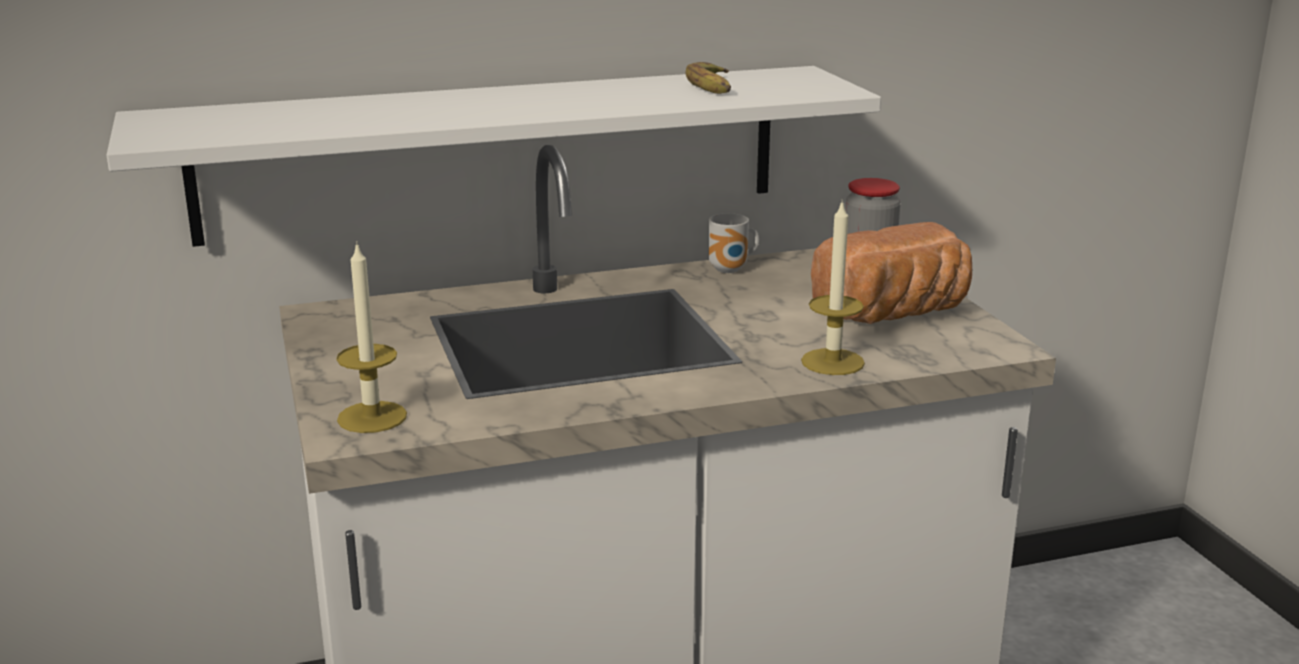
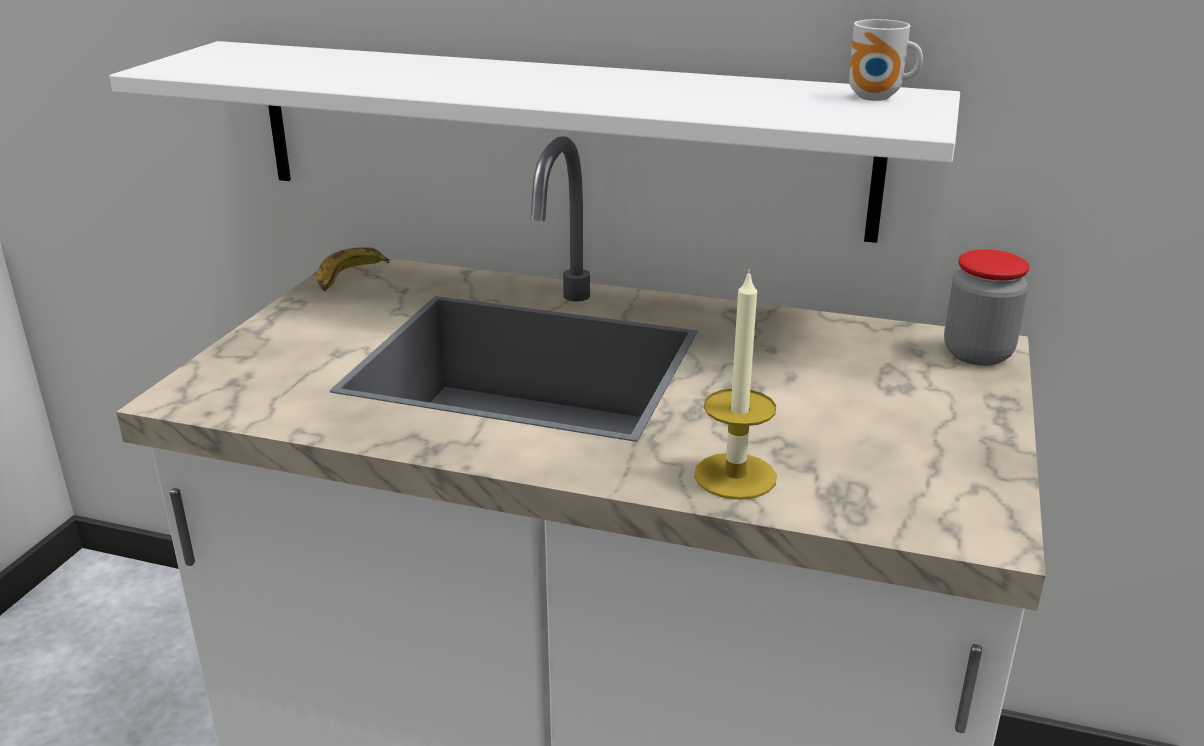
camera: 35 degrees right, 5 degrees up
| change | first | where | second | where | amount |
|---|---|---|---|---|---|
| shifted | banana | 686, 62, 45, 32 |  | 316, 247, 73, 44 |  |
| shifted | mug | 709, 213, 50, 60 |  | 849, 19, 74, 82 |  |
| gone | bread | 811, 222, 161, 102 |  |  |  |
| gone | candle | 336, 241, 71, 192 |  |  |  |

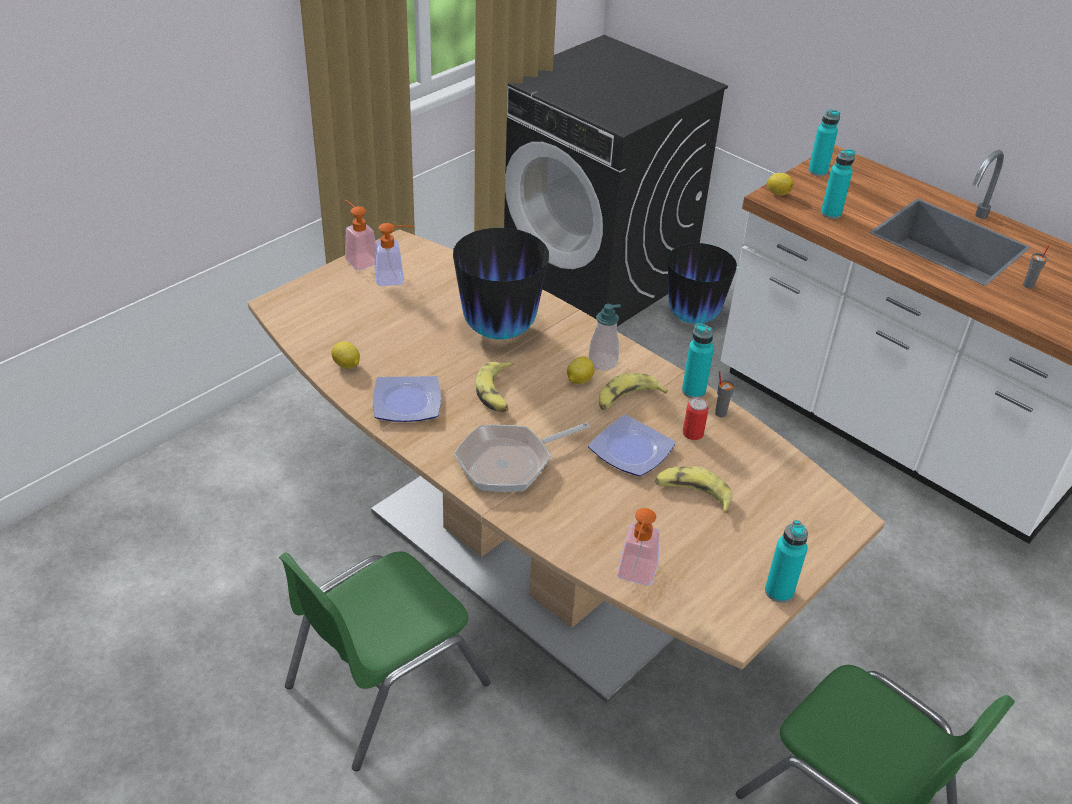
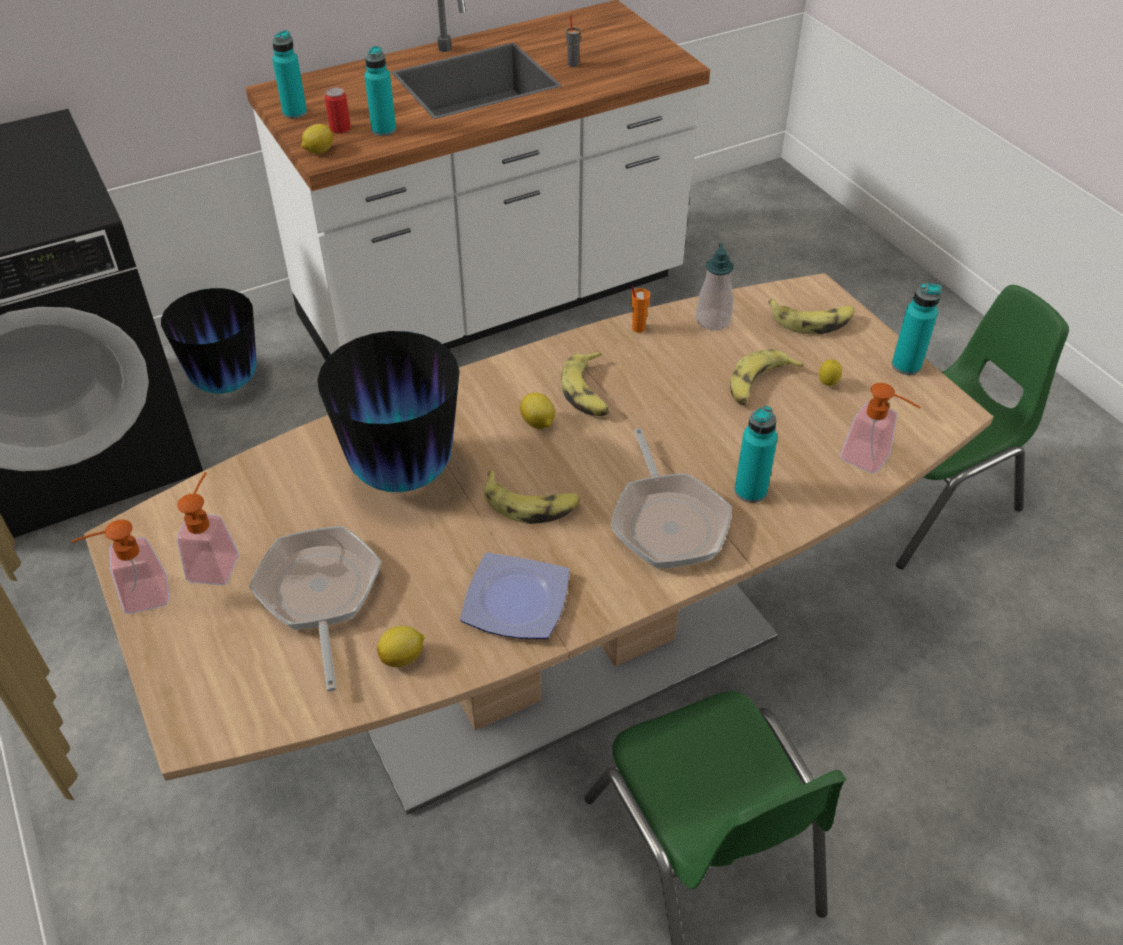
camera: 70 degrees left, 5 degrees up
| change | first | where | second | where | amount |
|---|---|---|---|---|---|
| shifted | soap dispenser | 589, 304, 32, 66 |  | 696, 243, 38, 88 |  |
| shifted | turquoise bottle | 682, 323, 32, 76 |  | 734, 406, 44, 97 |  |
| repainted | grey cup | 715, 371, 20, 46 | orange cup | 631, 286, 19, 47 |  |
| shifted | can | 683, 397, 26, 43 |  | 325, 87, 26, 46 |  |
| gone | plate | 588, 414, 88, 62 |  |  |  |
| new |  |  | banana | 768, 299, 86, 36 |  |
| new |  |  | lemon | 819, 359, 23, 27 |  |
| new |  |  | frying pan | 249, 526, 133, 166 |  |

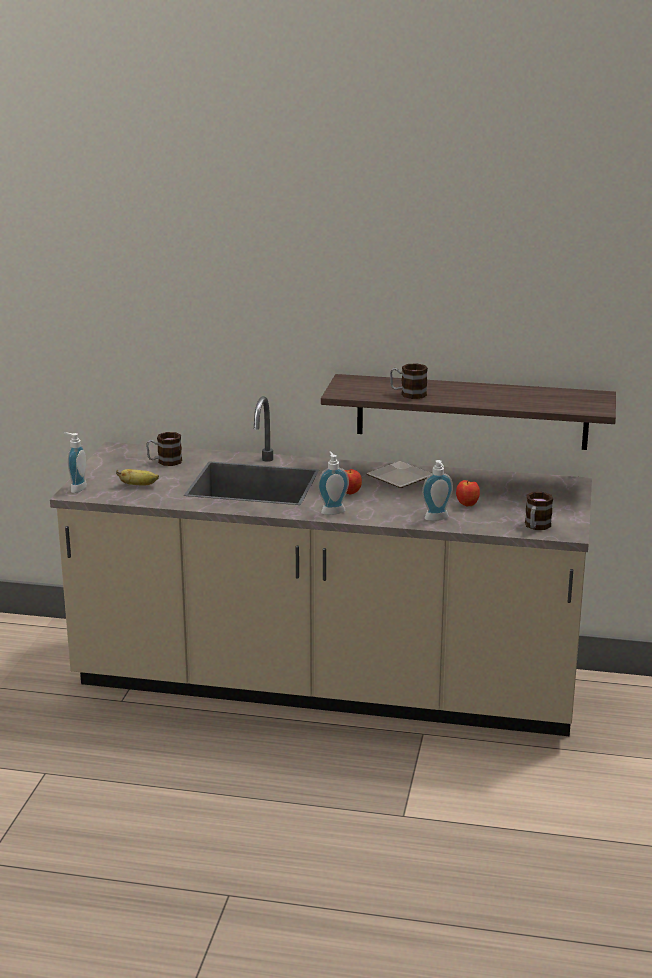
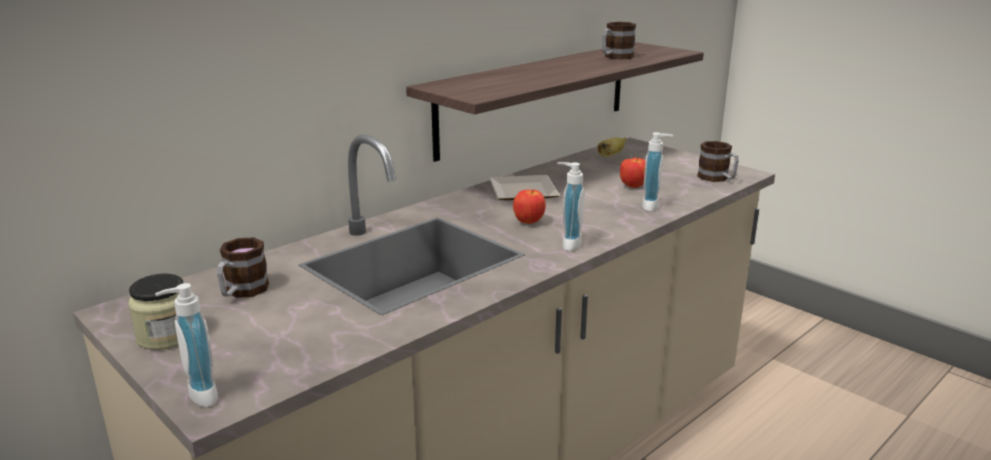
camera: 55 degrees left, 0 degrees up
| change | first | where | second | where | amount |
|---|---|---|---|---|---|
| shifted | mug | 390, 363, 38, 36 |  | 602, 22, 34, 38 |  |
| shifted | banana | 116, 469, 43, 17 |  | 597, 137, 29, 20 |  |
| new |  |  | jar | 128, 274, 56, 76 |  |

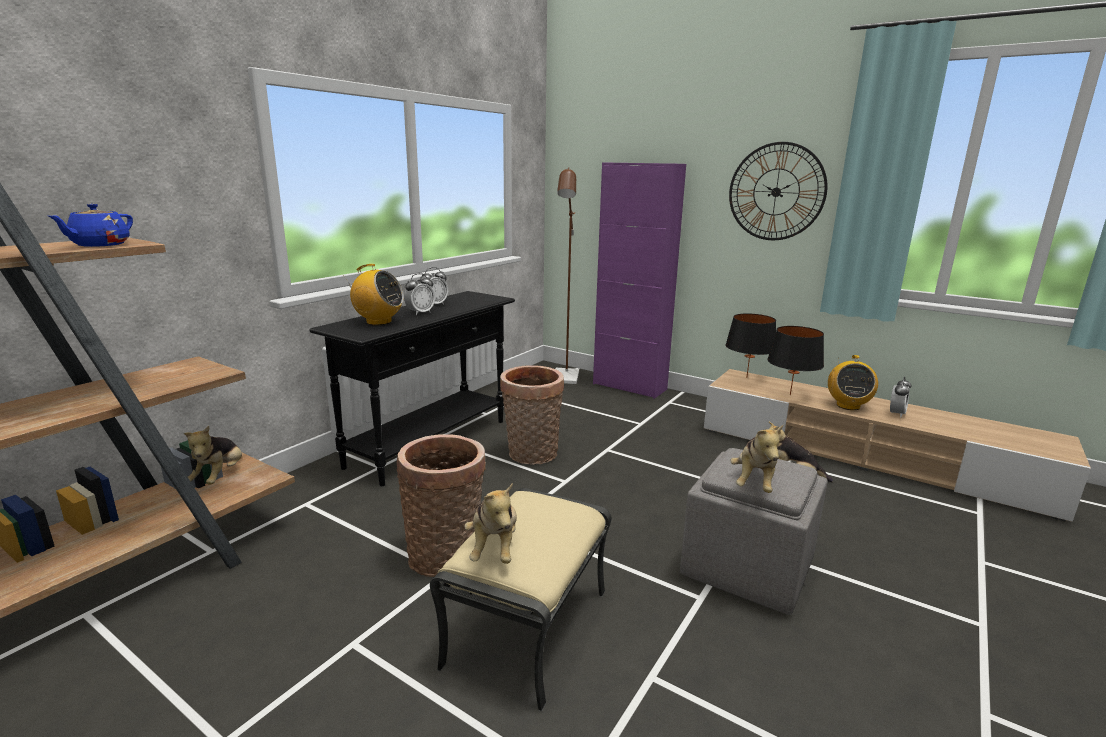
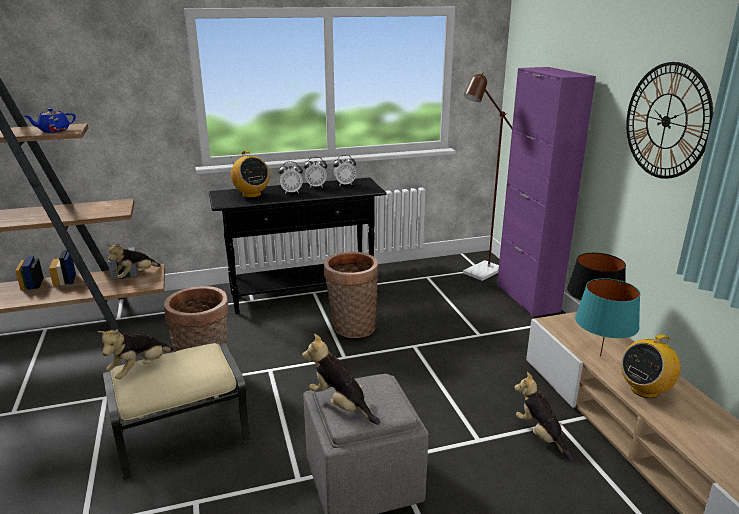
camera: 40 degrees right, 5 degrees up
| change | first | where | second | where | amount |
|---|---|---|---|---|---|
| repainted | black table lamp | 767, 326, 57, 69 | turquoise table lamp | 575, 278, 65, 78 |  |
| shifted | alarm clock | 890, 377, 21, 41 |  | 333, 155, 23, 31 |  |
| rotated | plush toy | 730, 425, 53, 68 |  | 302, 334, 78, 91 | 75 degrees clockwise |

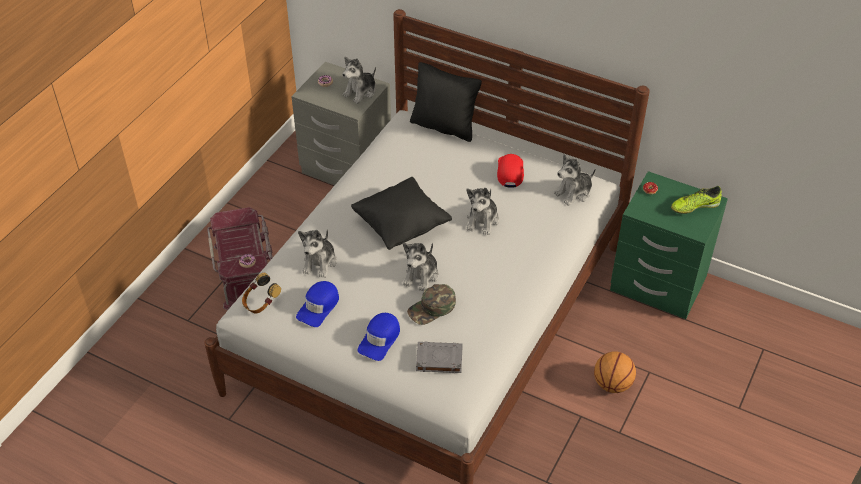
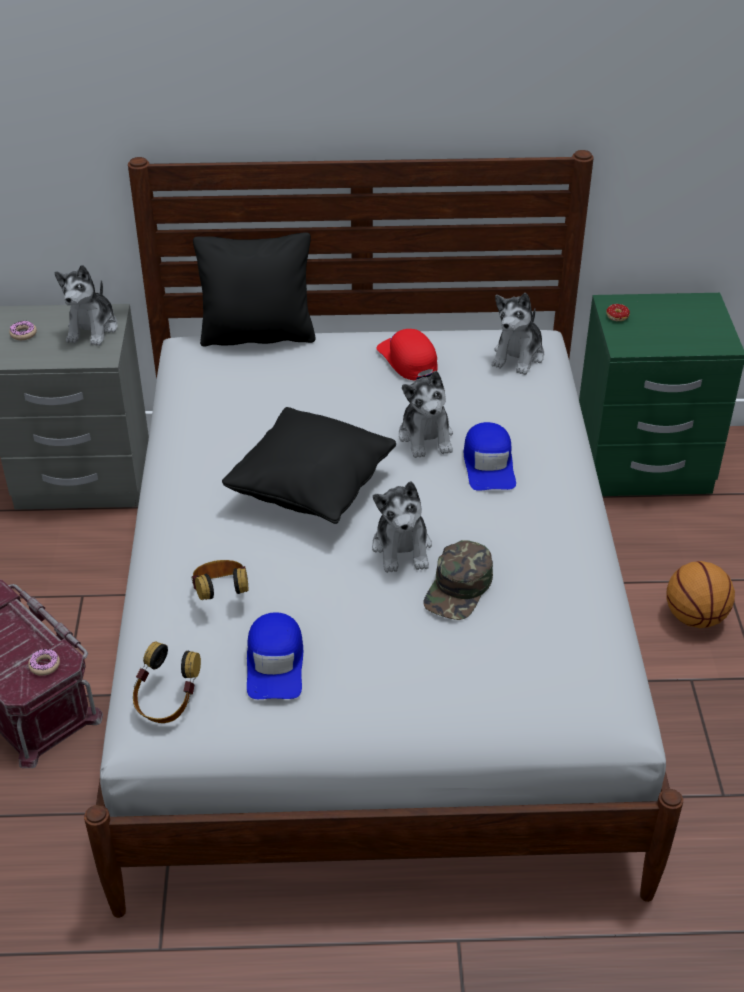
camera: 30 degrees left, 5 degrees down
| change | first | where | second | where | amount |
|---|---|---|---|---|---|
| gone | shoe | 671, 186, 51, 28 |  |  |  |
| swapped | plush toy | 298, 229, 39, 49 | headphones | 192, 560, 56, 40 |  |
| shifted | blue cap | 358, 313, 42, 48 |  | 464, 422, 52, 69 |  |
| gone | grey book | 416, 341, 47, 32 |  |  |  |

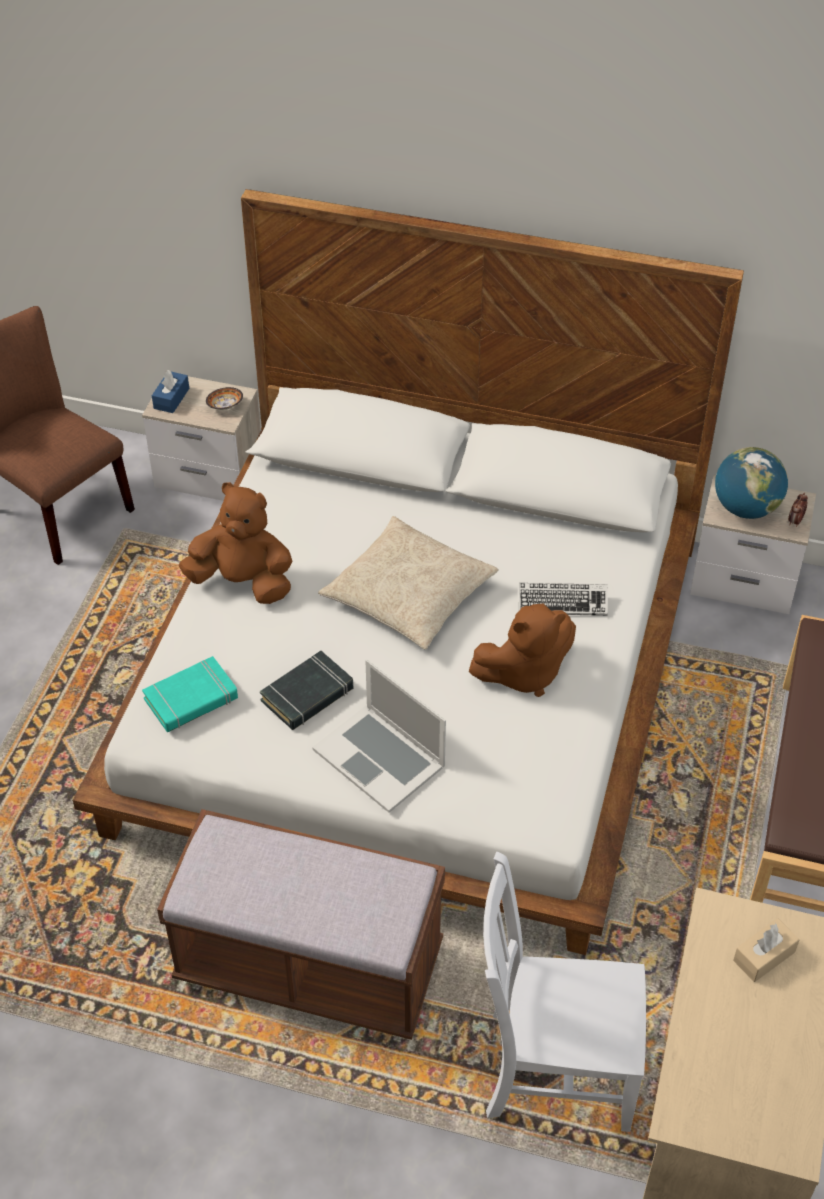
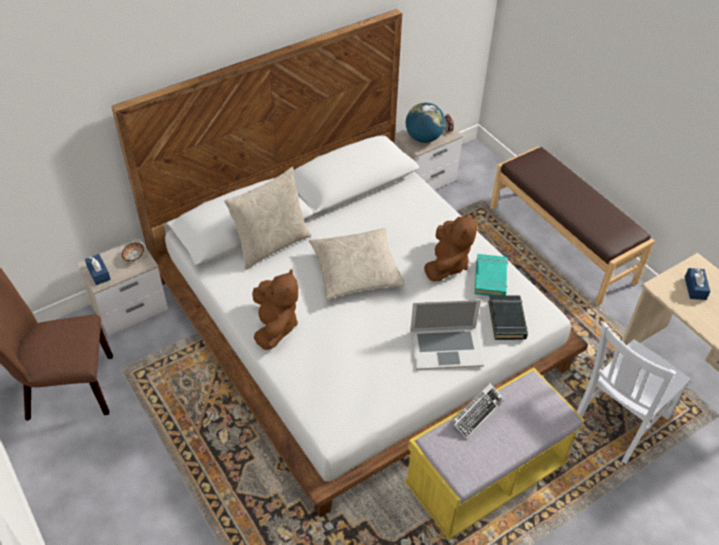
camera: 50 degrees left, 0 degrees up
| change | first | where | second | where | amount |
|---|---|---|---|---|---|
| rotated | brown plush toy | 178, 482, 114, 122 |  | 252, 269, 46, 81 | 120 degrees clockwise |
| shifted | keyboard | 519, 583, 89, 33 |  | 450, 383, 55, 57 |  |
| shifted | black book | 260, 651, 93, 79 |  | 489, 296, 39, 44 |  |
| shifted | turquoise book | 142, 656, 96, 76 |  | 475, 254, 33, 42 |  |
| repainted | brown bench | 157, 809, 288, 231 | yellow bench | 404, 367, 181, 173 |  |
| repainted | beige tissue box | 733, 918, 66, 64 | blue tissue box | 685, 268, 25, 32 |  |
| new |  |  | beige pillow | 224, 167, 87, 103 |  |

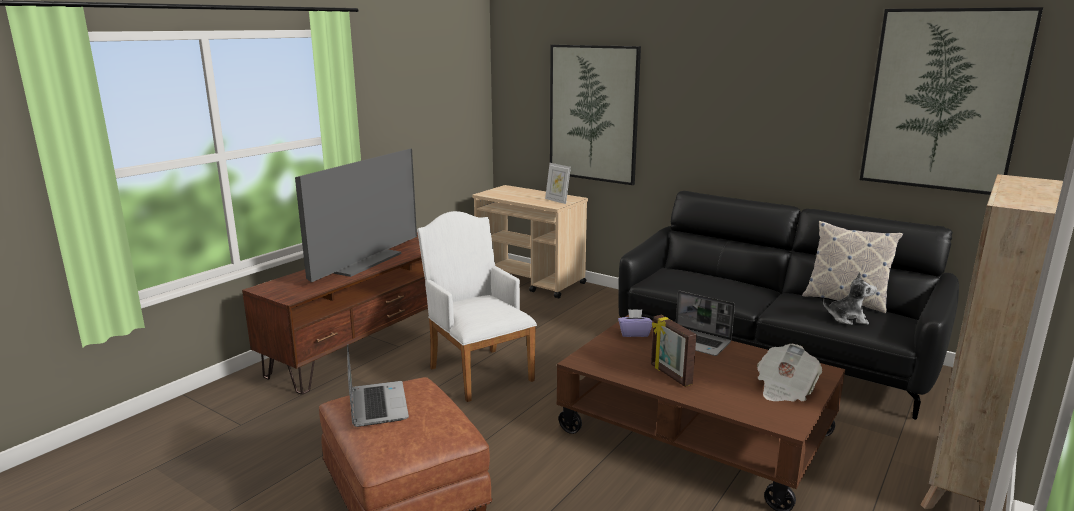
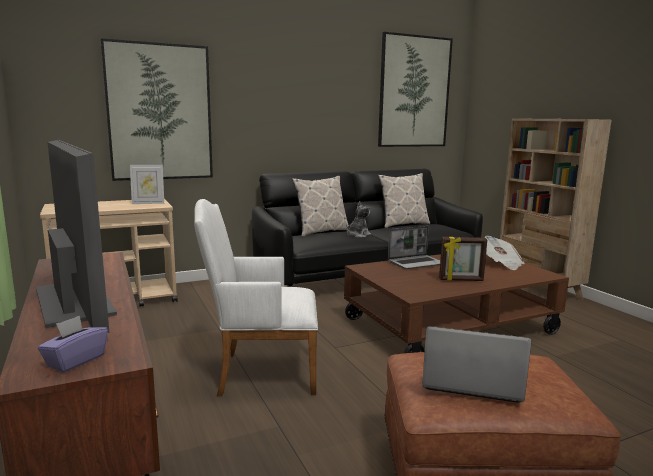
camera: 60 degrees left, 5 degrees down
| change | first | where | second | where | amount |
|---|---|---|---|---|---|
| shifted | plush toy | 823, 272, 54, 53 |  | 346, 201, 25, 37 |  |
| shifted | purple tissue box | 618, 309, 35, 28 |  | 38, 315, 70, 58 |  |
| new |  |  | pillow | 292, 176, 57, 61 |  |

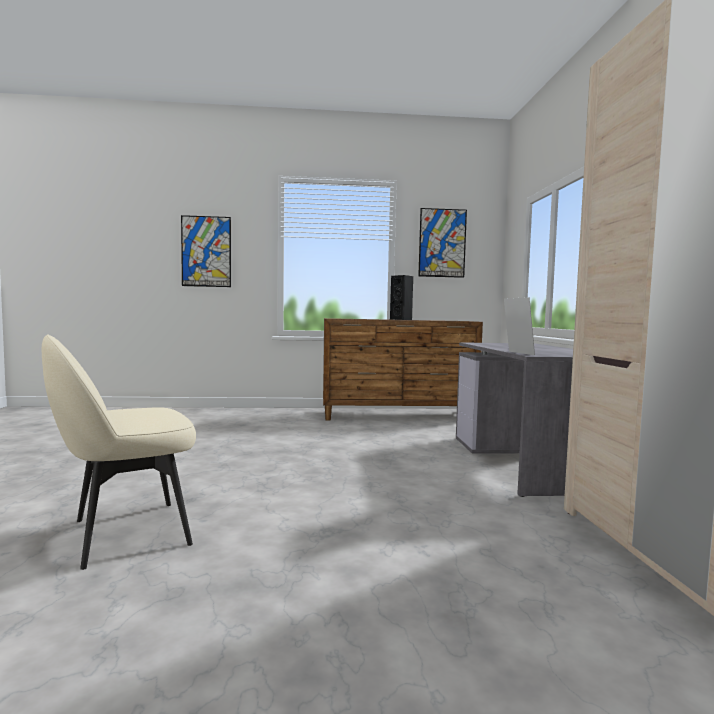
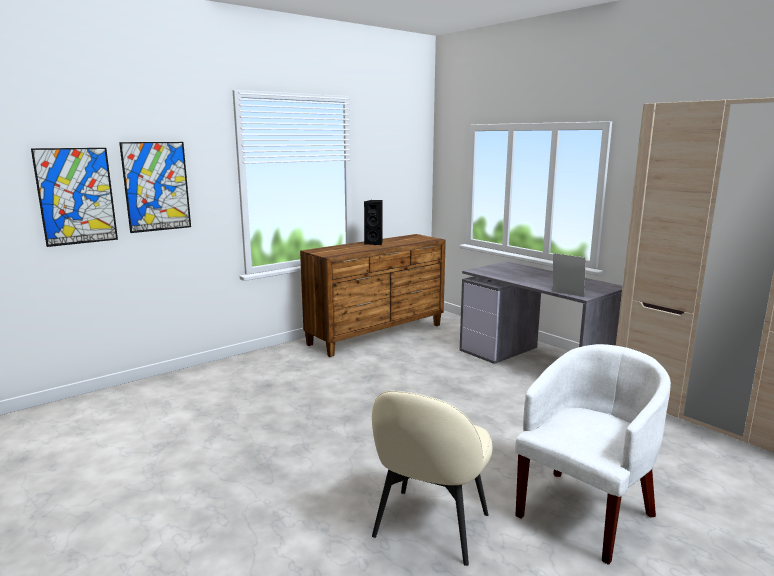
camera: 35 degrees left, 10 degrees up
| change | first | where | second | where | amount |
|---|---|---|---|---|---|
| shifted | picture | 418, 208, 49, 70 |  | 31, 148, 87, 99 |  |
| new |  |  | white armchair | 515, 344, 156, 221 |  |

